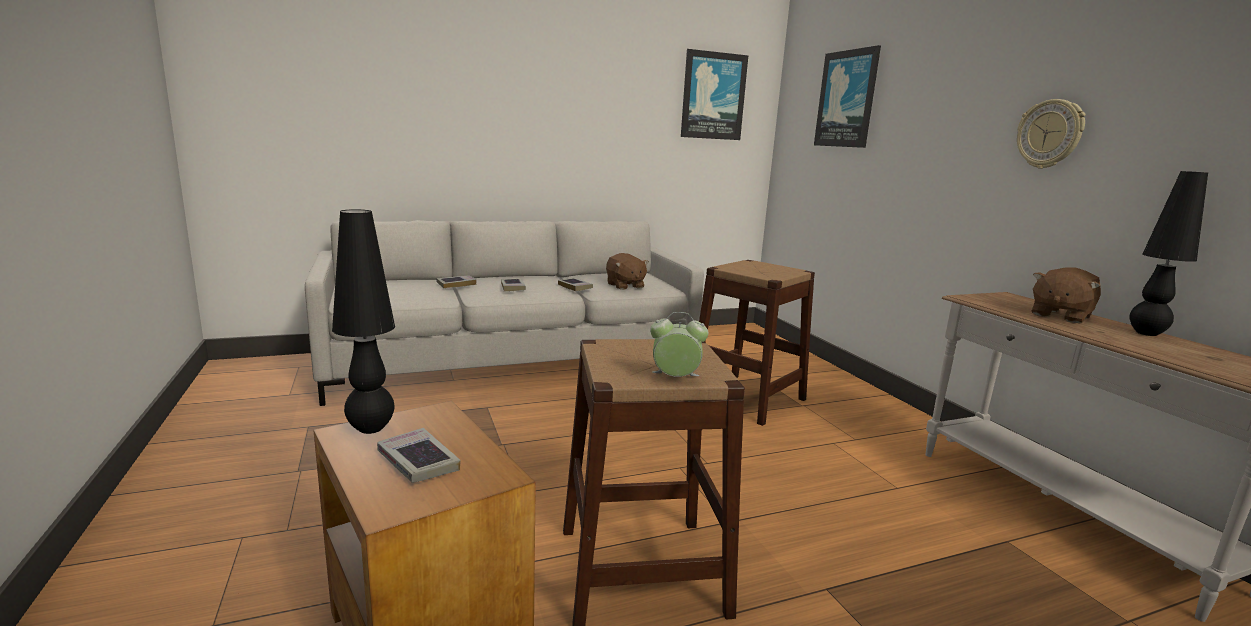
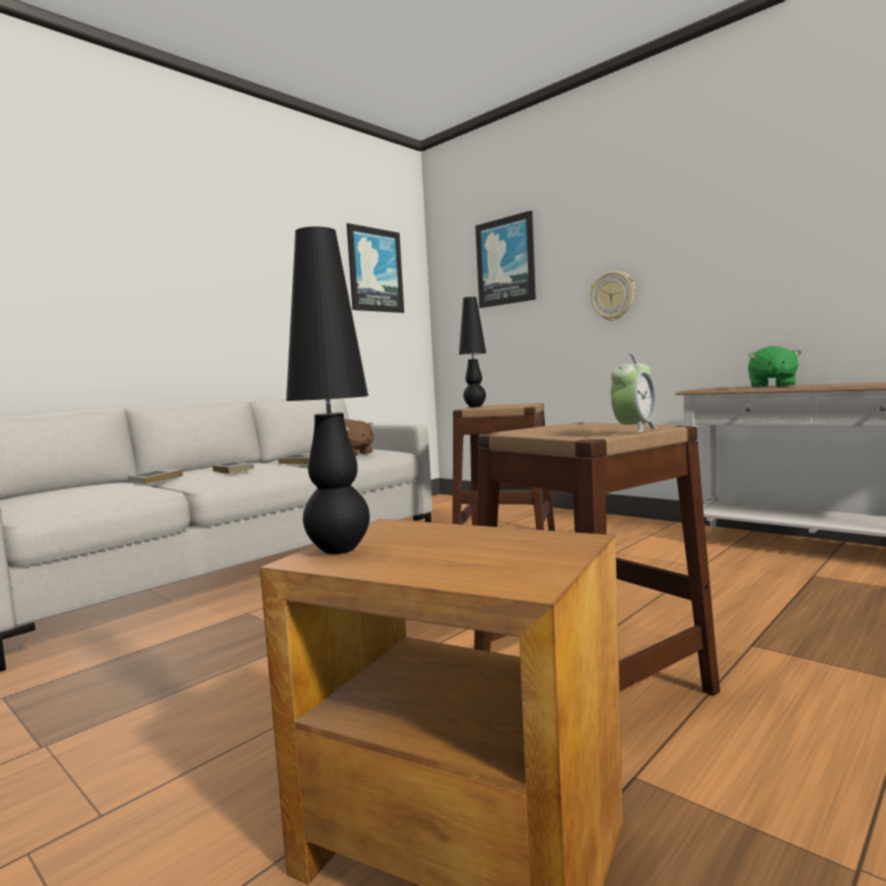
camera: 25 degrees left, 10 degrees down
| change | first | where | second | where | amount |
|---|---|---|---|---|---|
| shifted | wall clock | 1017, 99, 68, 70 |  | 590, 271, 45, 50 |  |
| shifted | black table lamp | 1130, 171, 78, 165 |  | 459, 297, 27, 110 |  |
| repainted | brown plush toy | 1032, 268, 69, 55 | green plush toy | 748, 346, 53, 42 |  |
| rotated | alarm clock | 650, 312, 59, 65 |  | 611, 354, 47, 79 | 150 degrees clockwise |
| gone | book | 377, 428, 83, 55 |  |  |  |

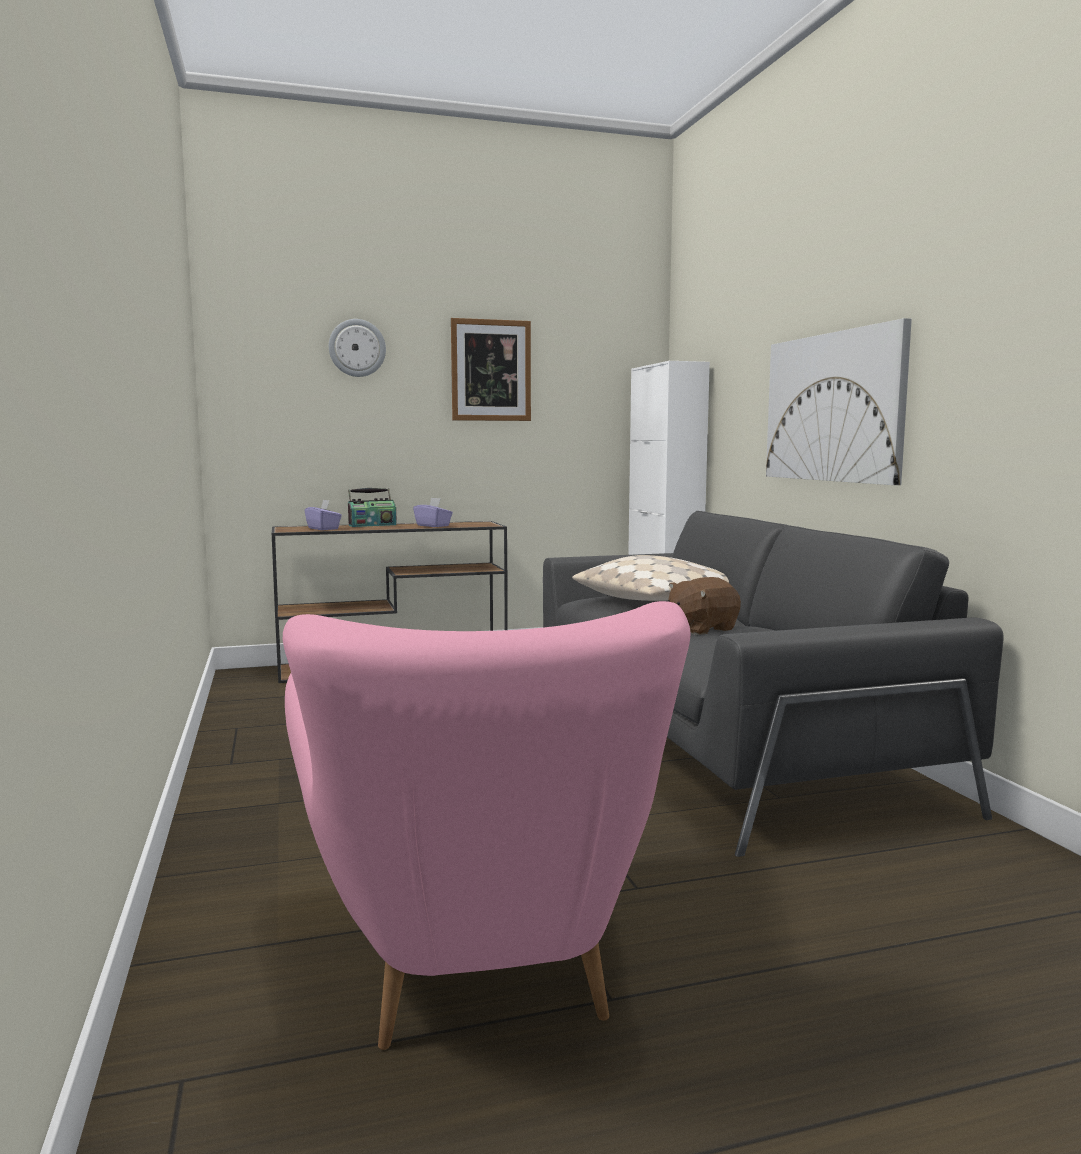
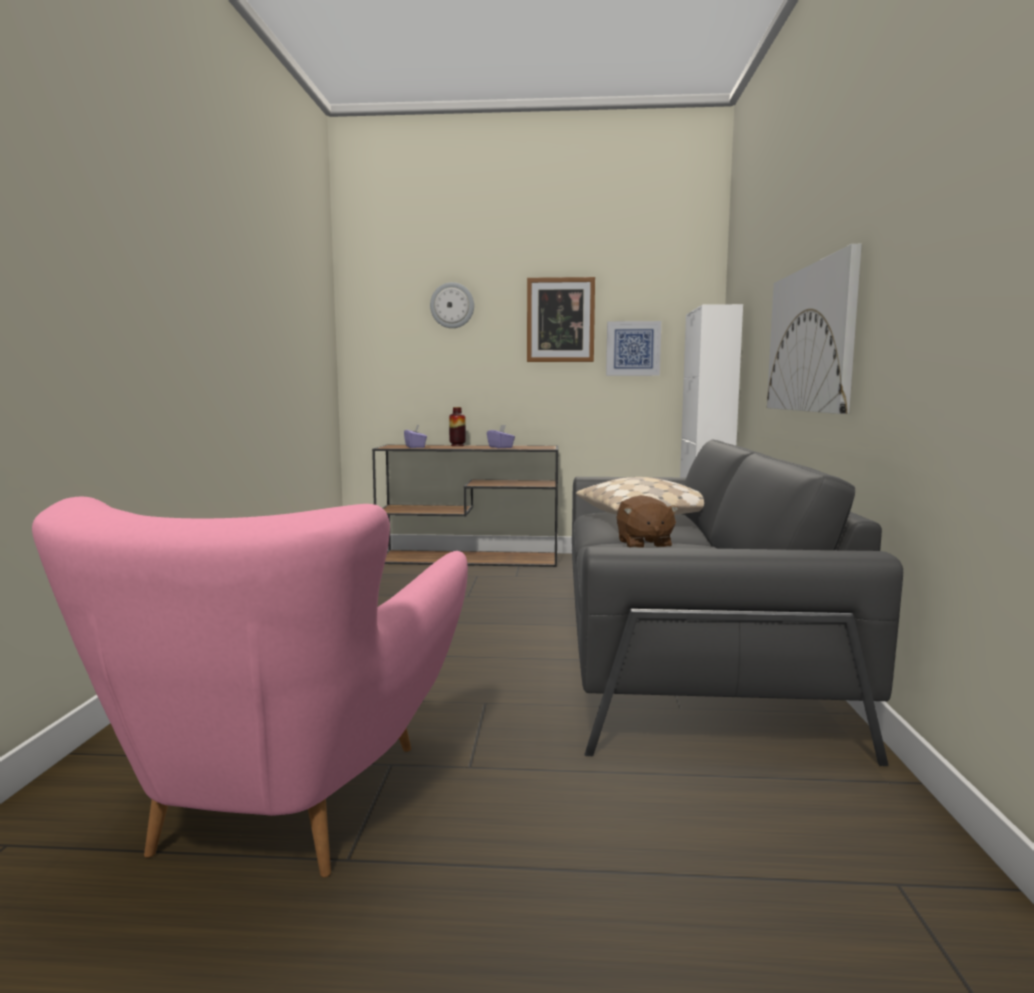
camera: 20 degrees right, 0 degrees up
| change | first | where | second | where | amount |
|---|---|---|---|---|---|
| swapped | radio | 348, 488, 49, 39 | vase | 449, 407, 17, 39 |  |
| rotated | brown plush toy | 668, 577, 73, 58 |  | 616, 495, 63, 53 | 90 degrees counterclockwise |
| new |  |  | picture | 606, 321, 55, 55 |  |

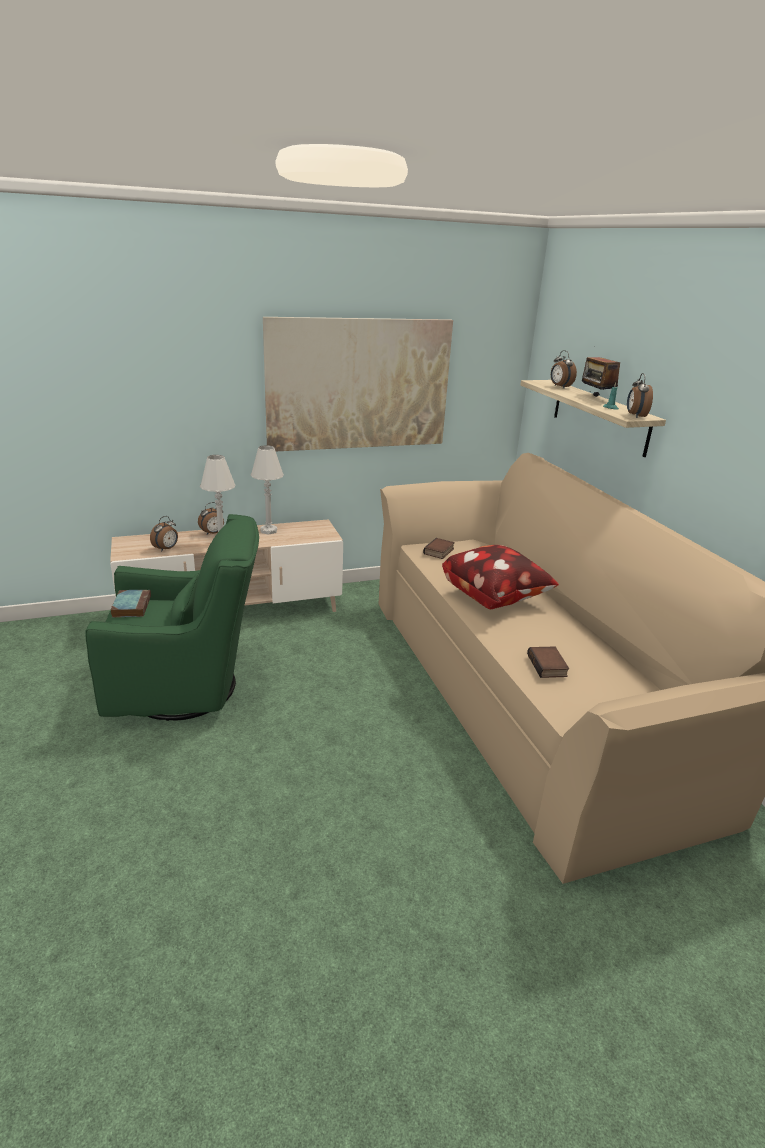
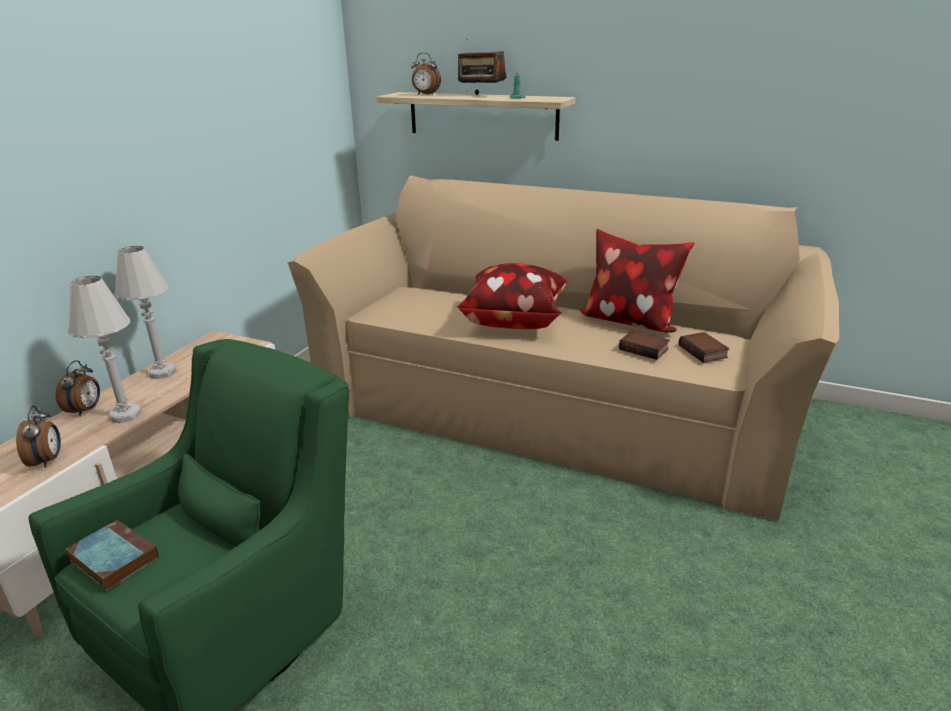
camera: 45 degrees left, 0 degrees up
| change | first | where | second | where | amount |
|---|---|---|---|---|---|
| gone | picture | 263, 317, 190, 134 |  |  |  |
| gone | alarm clock | 627, 373, 26, 45 |  |  |  |
| shifted | book | 423, 538, 32, 21 |  | 678, 332, 52, 31 |  |
| new |  |  | pillow | 579, 229, 116, 104 |  |

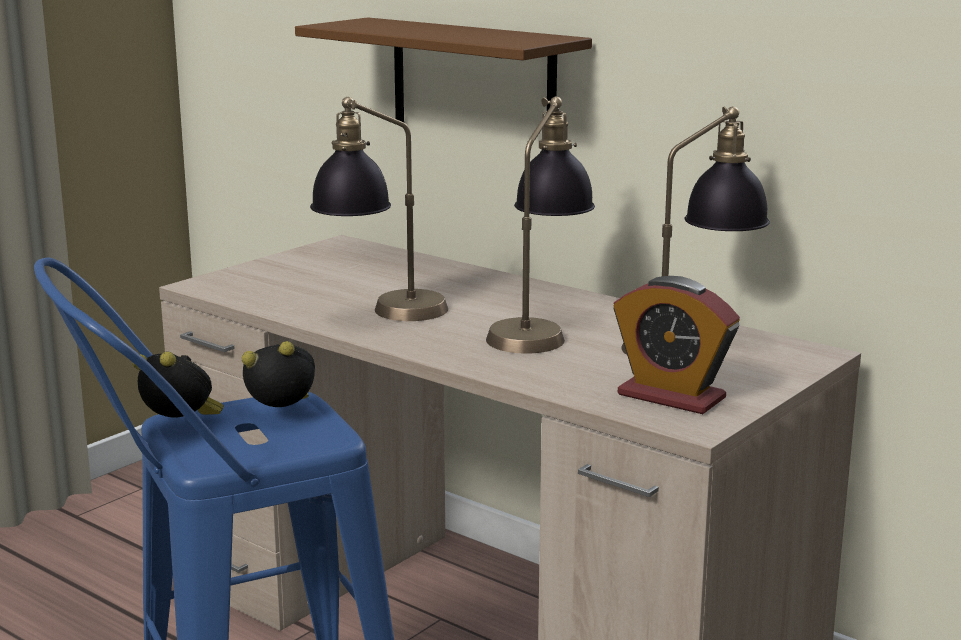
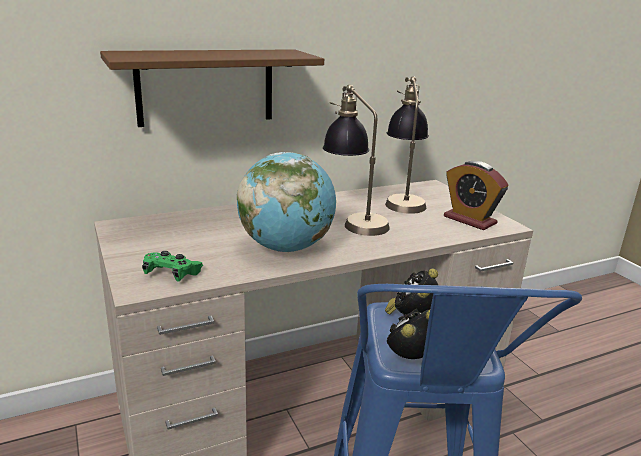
camera: 65 degrees left, 5 degrees up
| change | first | where | second | where | amount |
|---|---|---|---|---|---|
| swapped | table lamp | 310, 97, 138, 224 | globe | 237, 152, 99, 100 |  |
| rotated | alarm clock | 613, 276, 127, 138 |  | 444, 161, 64, 69 | 75 degrees clockwise |
| new |  |  | green game controller | 142, 251, 61, 30 |  |

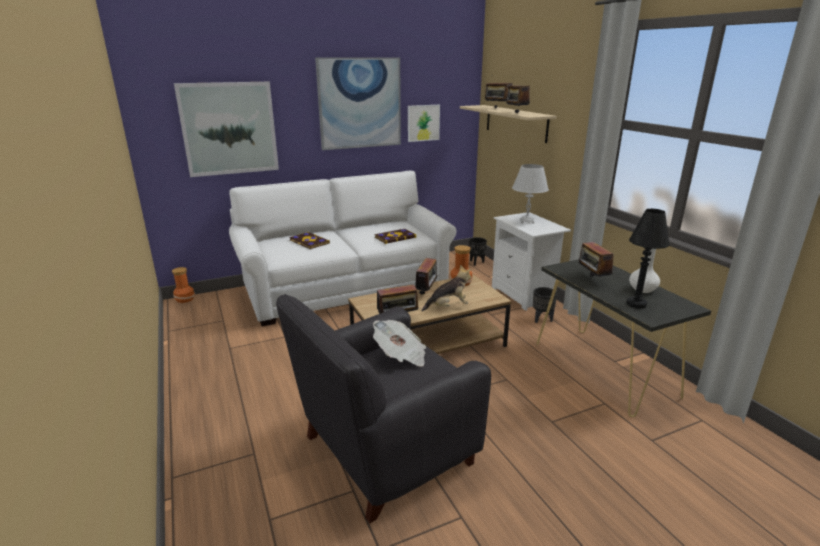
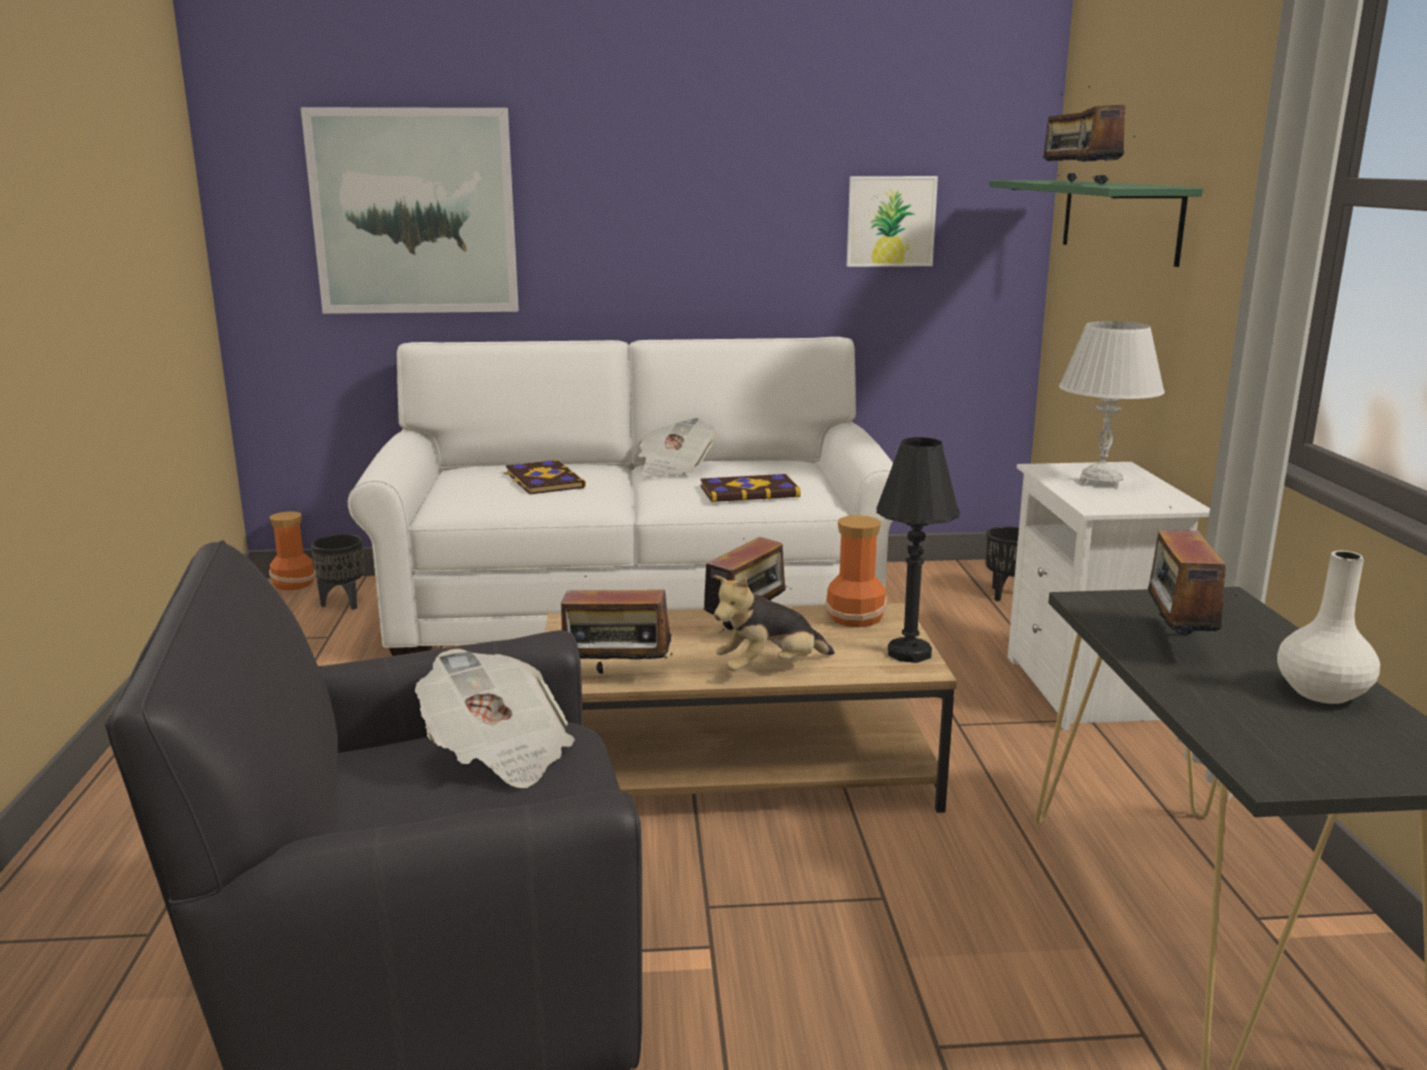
camera: 20 degrees right, 5 degrees down
| change | first | where | second | where | amount |
|---|---|---|---|---|---|
| gone | picture | 315, 57, 86, 93 |  |  |  |
| repainted | beige shelf | 460, 105, 97, 38 | green shelf | 990, 180, 213, 87 |  |
| shifted | black table lamp | 626, 209, 44, 100 |  | 876, 437, 84, 226 |  |
| rotated | plush toy | 421, 265, 50, 47 |  | 714, 575, 121, 96 | 150 degrees clockwise |
| shifted | black planter | 533, 287, 24, 36 |  | 311, 534, 53, 76 |  |
| new |  |  | newspaper | 638, 418, 79, 59 |  |

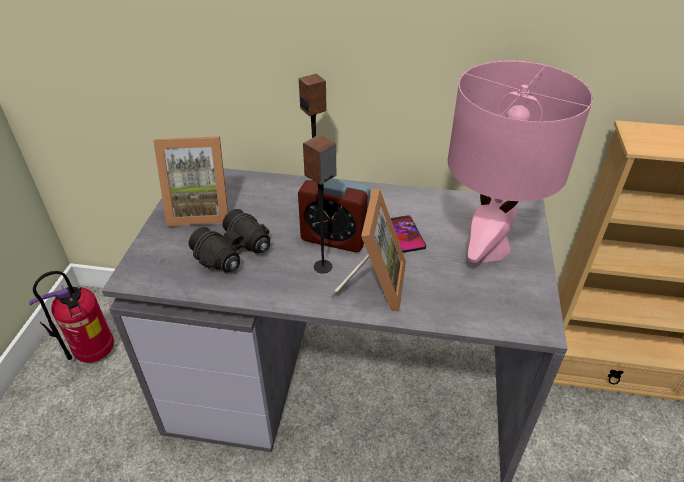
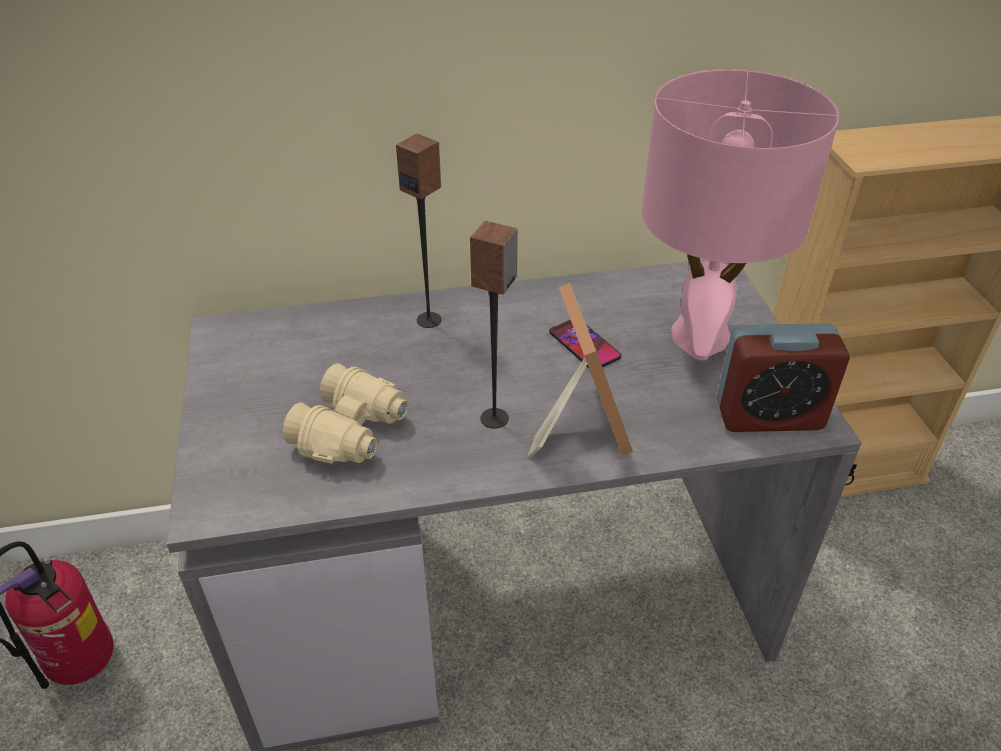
camera: 20 degrees left, 0 degrees up
| change | first | where | second | where | amount |
|---|---|---|---|---|---|
| gone | picture frame | 153, 136, 75, 90 |  |  |  |
| shifted | alarm clock | 298, 177, 72, 75 |  | 716, 323, 134, 109 |  |
| repainted | black binoculars | 189, 209, 81, 64 | beige binoculars | 283, 363, 125, 101 |  |

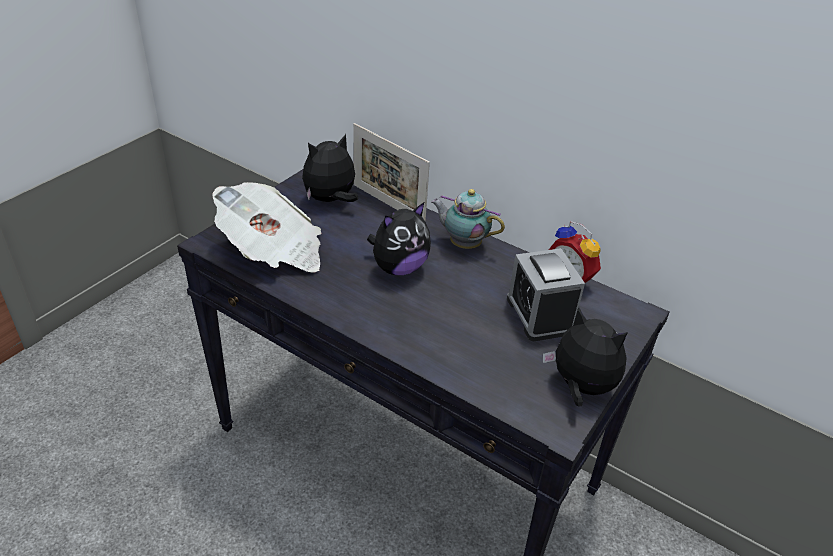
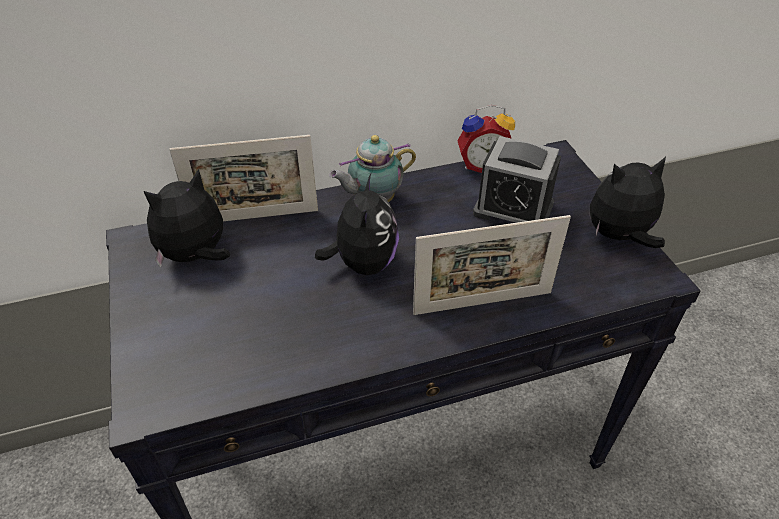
camera: 50 degrees left, 5 degrees up
| change | first | where | second | where | amount |
|---|---|---|---|---|---|
| rotated | plush toy | 302, 134, 56, 68 |  | 144, 169, 86, 99 | 45 degrees clockwise |
| gone | newspaper | 212, 182, 109, 91 |  |  |  |
| new |  |  | picture frame | 413, 215, 158, 100 |  |

